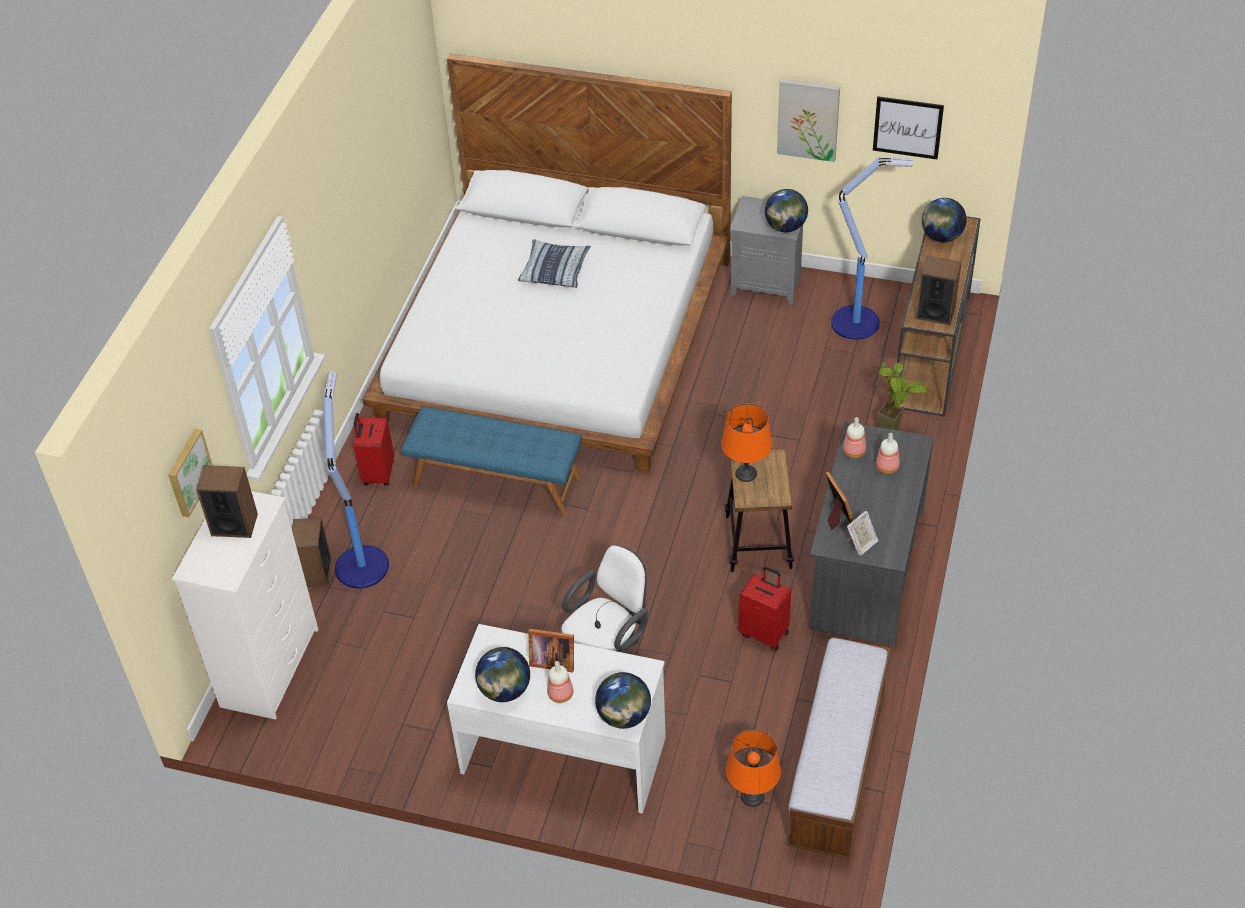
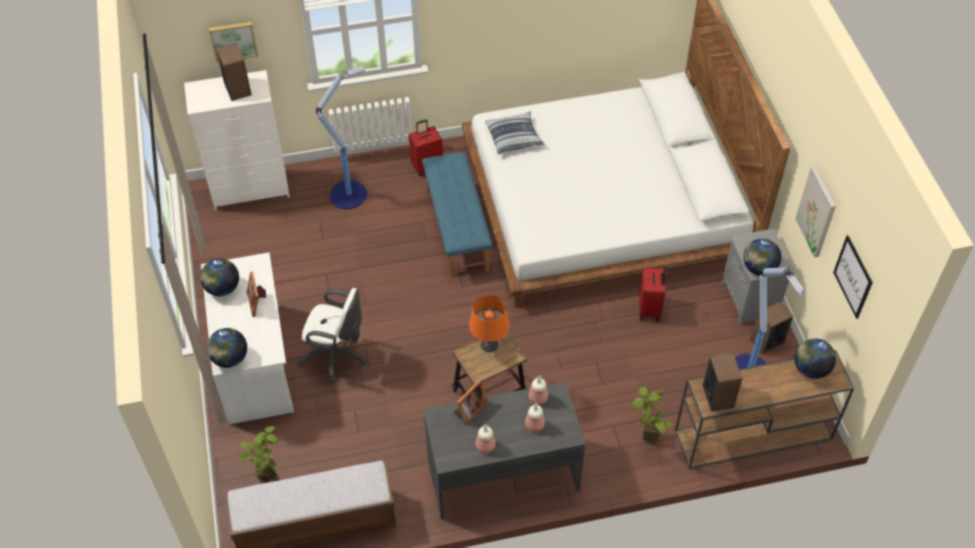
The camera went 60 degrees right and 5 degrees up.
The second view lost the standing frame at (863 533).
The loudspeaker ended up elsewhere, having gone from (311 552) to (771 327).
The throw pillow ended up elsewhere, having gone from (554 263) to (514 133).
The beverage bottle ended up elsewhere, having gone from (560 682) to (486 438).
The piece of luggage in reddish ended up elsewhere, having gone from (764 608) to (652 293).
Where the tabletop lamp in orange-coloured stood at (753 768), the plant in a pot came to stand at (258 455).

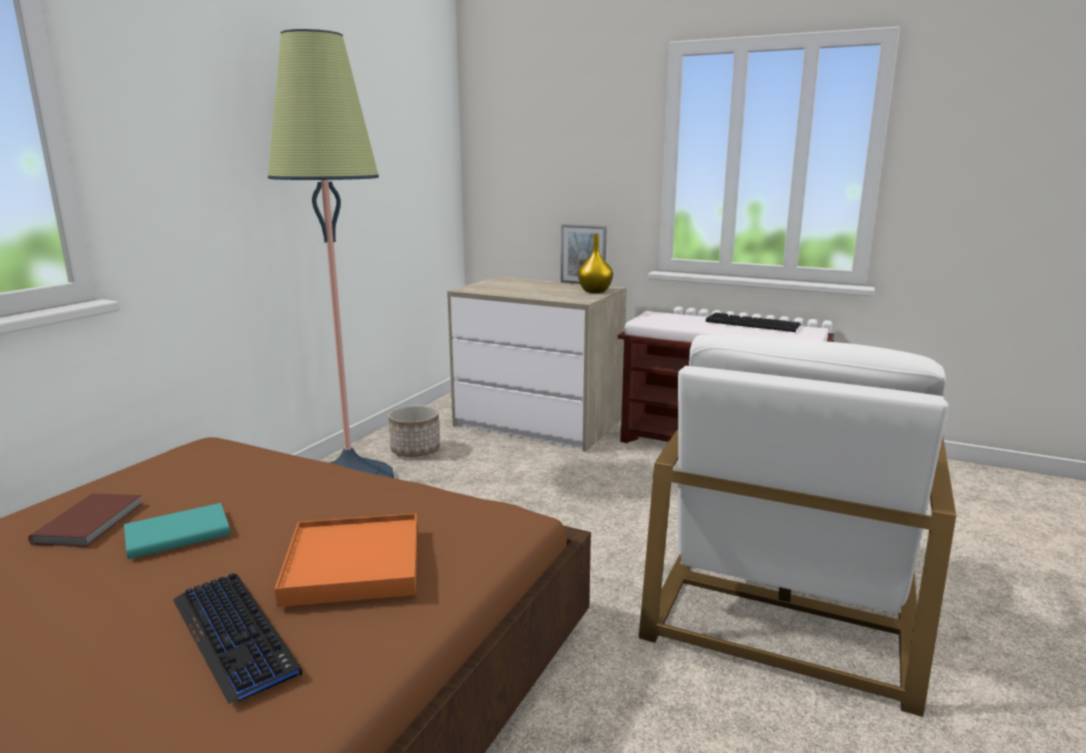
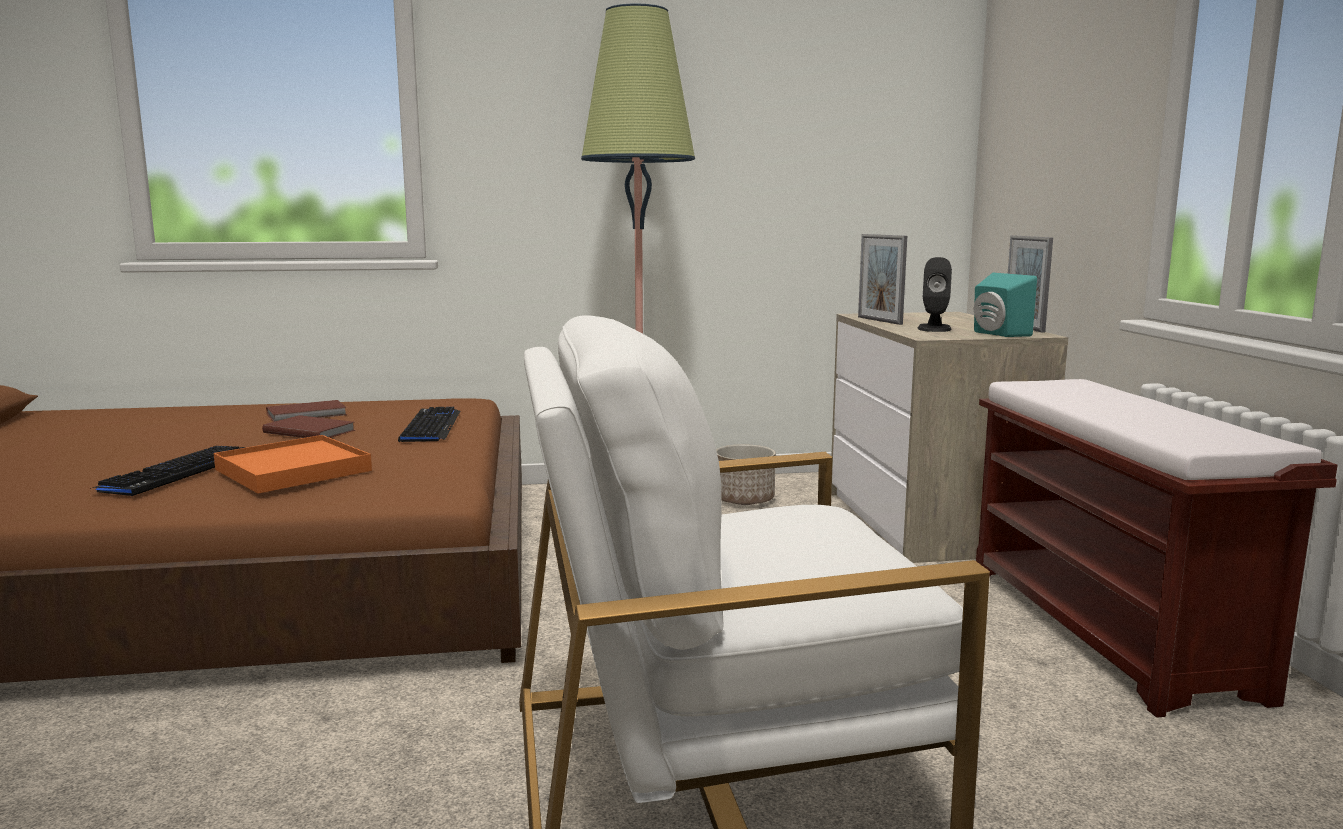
The camera went 55 degrees right and 5 degrees down.
The second view gained the standing frame at (882 279).
The second view gained the loudspeaker in blackish at (935 294).
The keyboard ended up elsewhere, having gone from (754 322) to (429 424).
Where the flower vase in yellow-coloured stood at (595 263), the loudspeaker in turquoise-coloured came to stand at (1005 305).
What was the bound book in turquoise-coloured at (177 531) turned into the bound book in brown-coloured at (308 426).

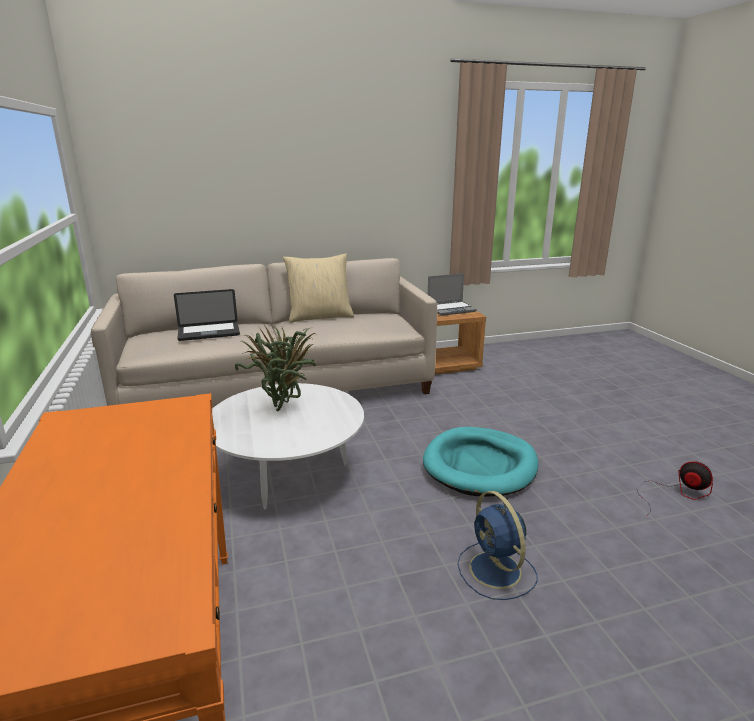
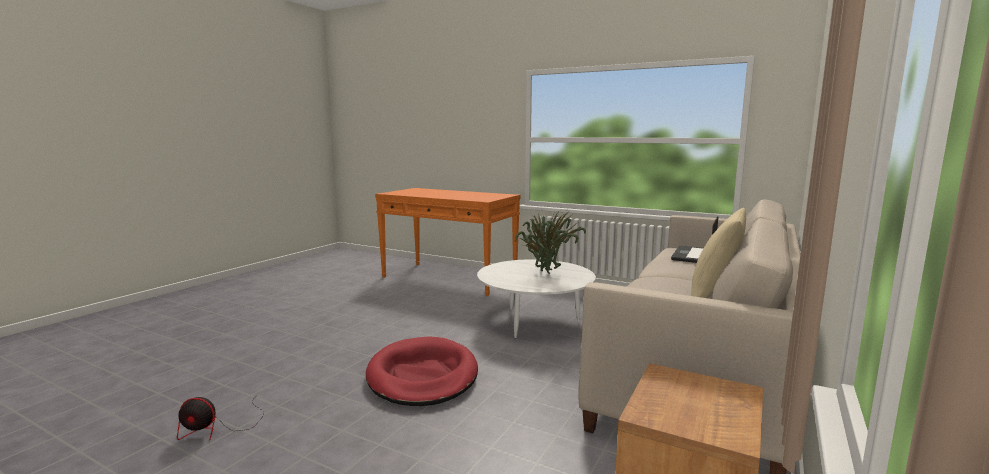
The camera went 135 degrees right and 10 degrees down.
The second view lost the notebook computer at (452 294).
The second view lost the electric fan in bluish at (497 545).
What was the dog cushion in turquoise-coloured at (480 462) turned into the dog cushion in reddish at (422 371).

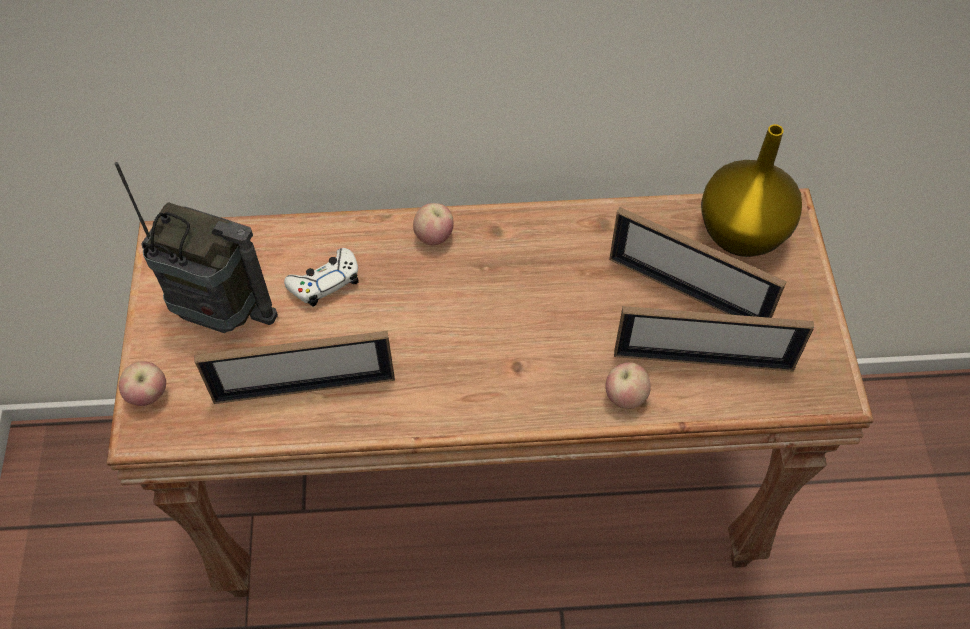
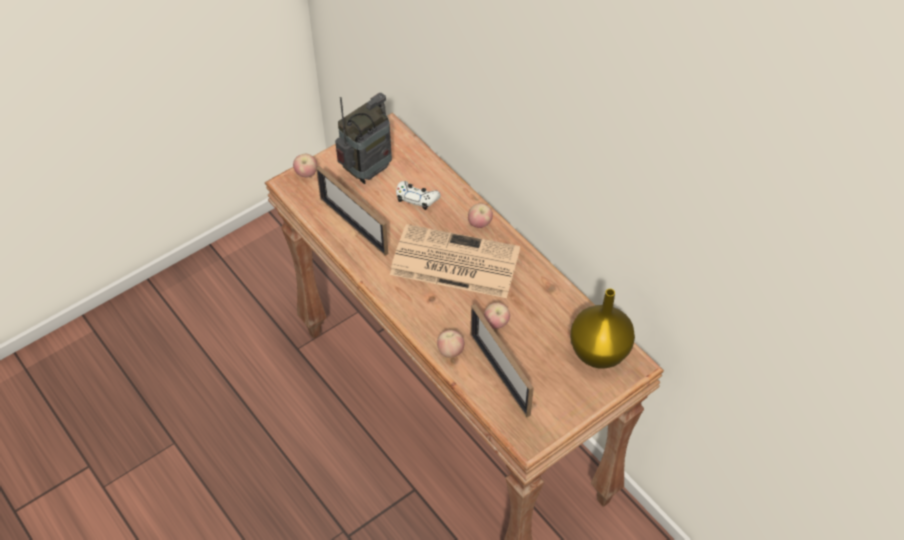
The camera went 55 degrees right and 5 degrees down.
The second view lost the standing frame at (698 262).
The second view gained the printed paper at (455 261).
The second view gained the whole apple at (496 316).
The radio at (196 247) ended up facing another way, 120 degrees counterclockwise from before.

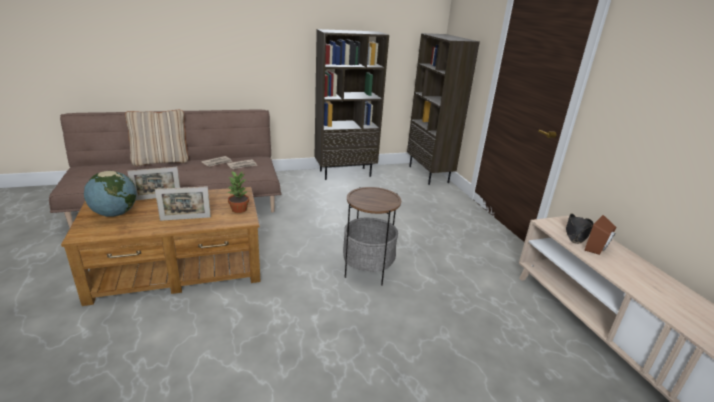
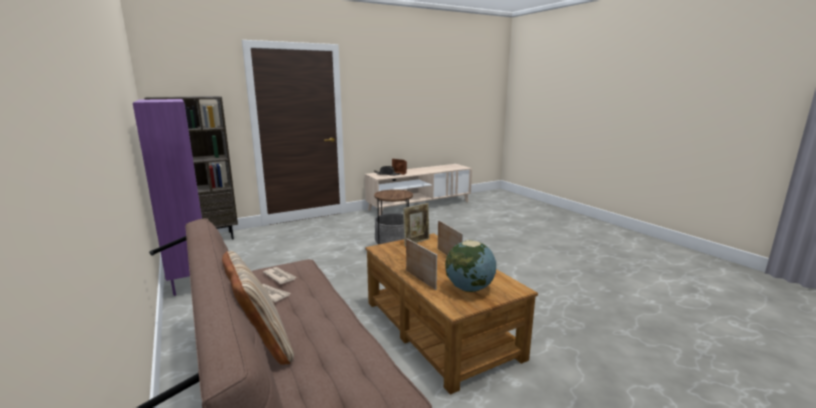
The camera went 100 degrees left and 10 degrees down.
Where the plant in a pot stood at (238 192), the standing frame came to stand at (416 225).
What was the bookcase in brown-coloured at (352 104) turned into the bookcase in purplish at (167 197).

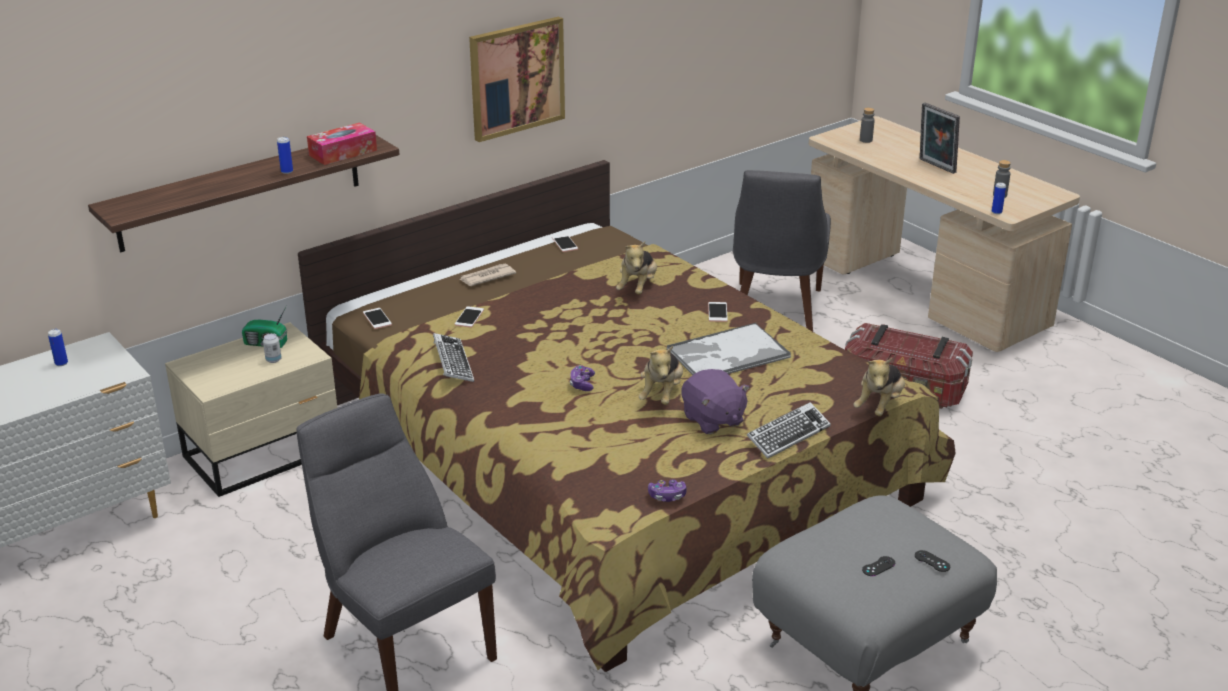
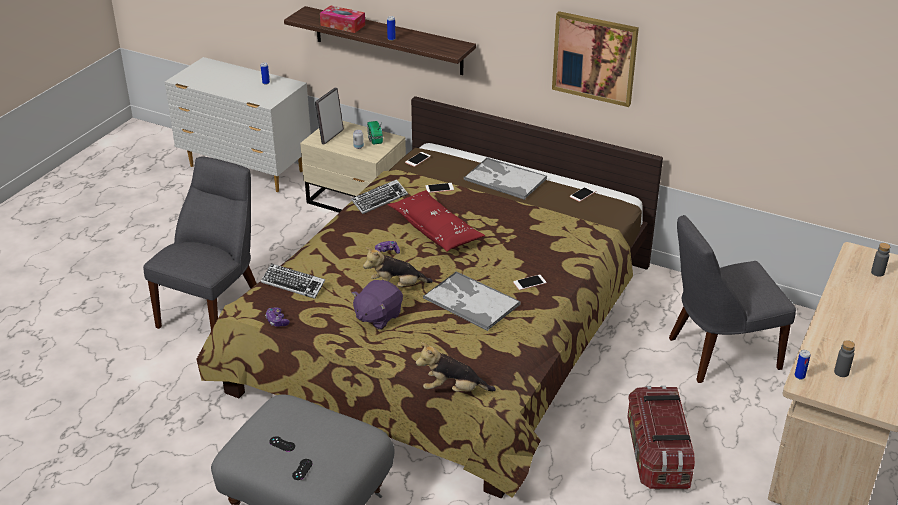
The camera went 65 degrees right and 5 degrees up.
The second view lost the plush toy at (636 268).
The second view gained the throw pillow in reddish at (436 221).
The tissue holder ended up elsewhere, having gone from (342 143) to (342 19).
The keyboard ended up elsewhere, having gone from (789 430) to (293 281).
The standing frame ended up elsewhere, having gone from (940 138) to (329 116).
Where the printed paper stood at (487 275), the tray came to stand at (505 178).

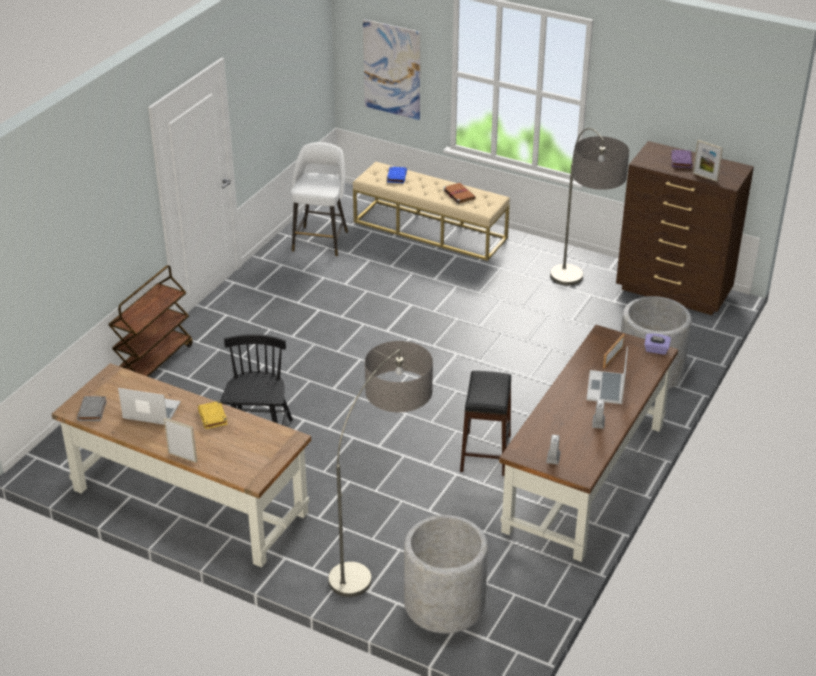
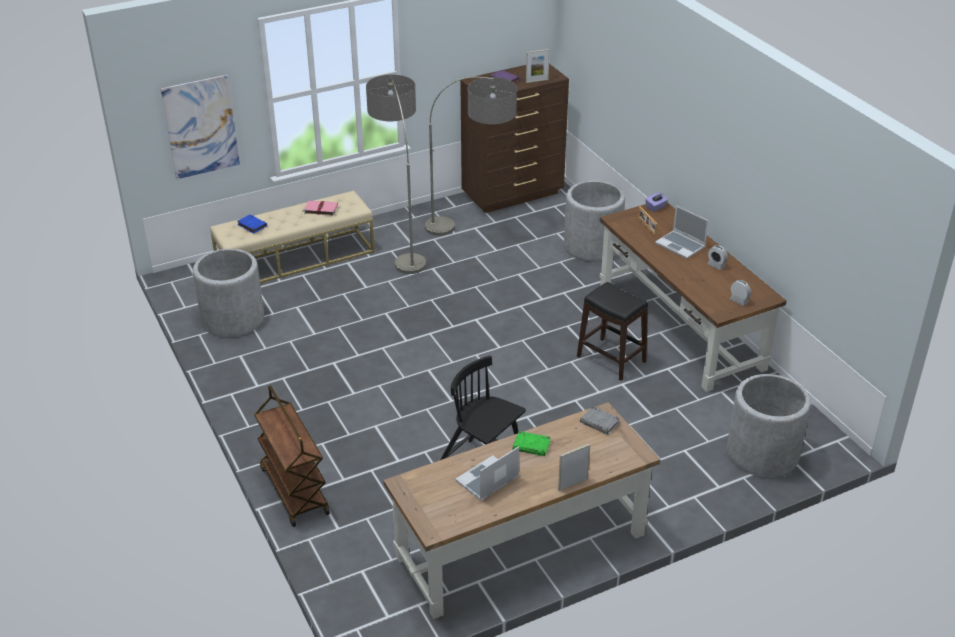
The camera went 55 degrees left and 0 degrees up.
The bound book in grey ended up elsewhere, having gone from (92 408) to (600 420).
The standard lamp ended up elsewhere, having gone from (380 469) to (396 174).
Where the stool in white-coloured stood at (319 199), the flower pot in grey came to stand at (228 293).
What was the bound book in yellow-coloured at (213 415) turned into the bound book in greenish at (532 443).
What was the bound book in brown-coloured at (459 193) turned into the bound book in pink at (320 208).

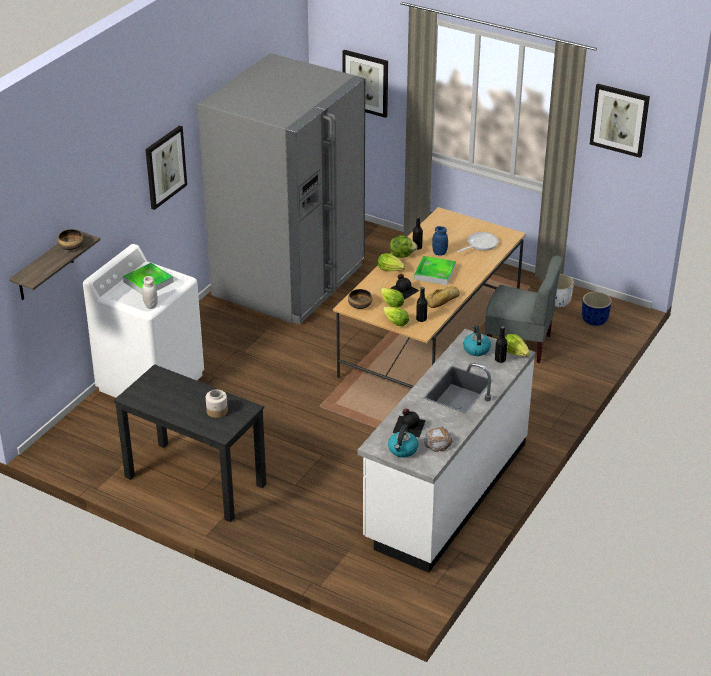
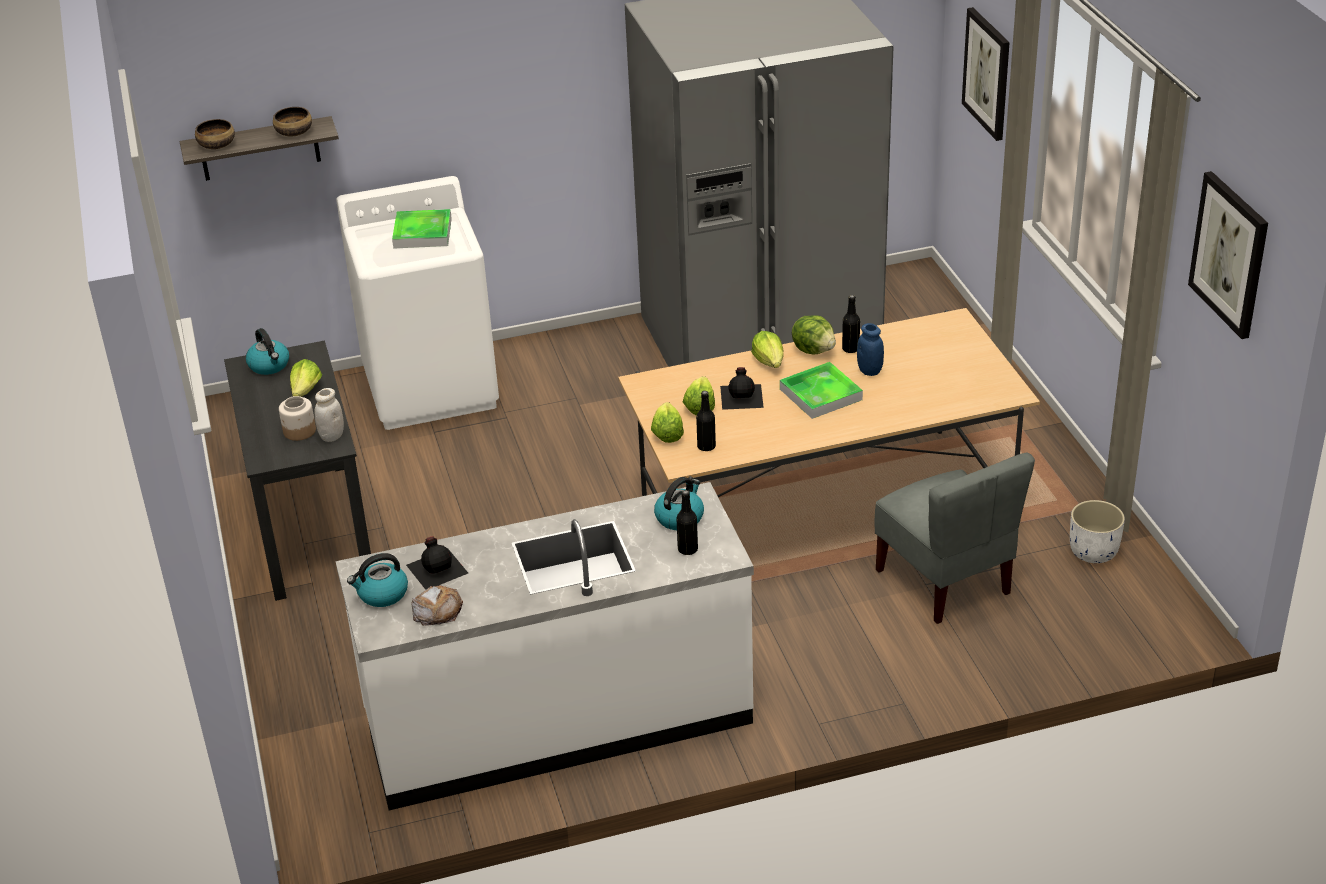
The camera went 45 degrees right and 0 degrees up.
The second view lost the picture at (166 168).
The second view lost the bakery bread at (443 297).
The second view lost the skillet at (478 242).
The second view lost the flower pot in bluish at (597 309).
The second view gained the water kettle at (267 351).
The storage jar in white-coloured ended up elsewhere, having gone from (150 292) to (329 415).
The deep dish ended up elsewhere, having gone from (360 299) to (215 134).
The lettuce ended up elsewhere, having gone from (517 345) to (306 378).

